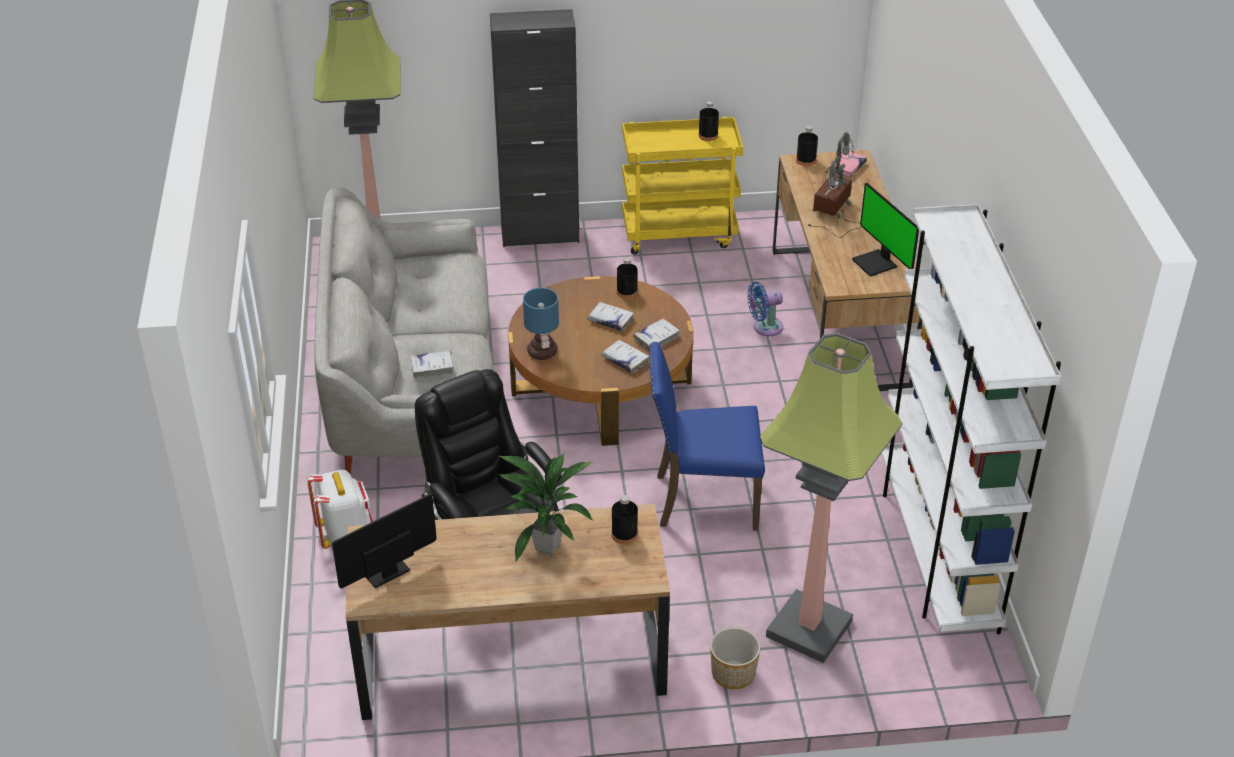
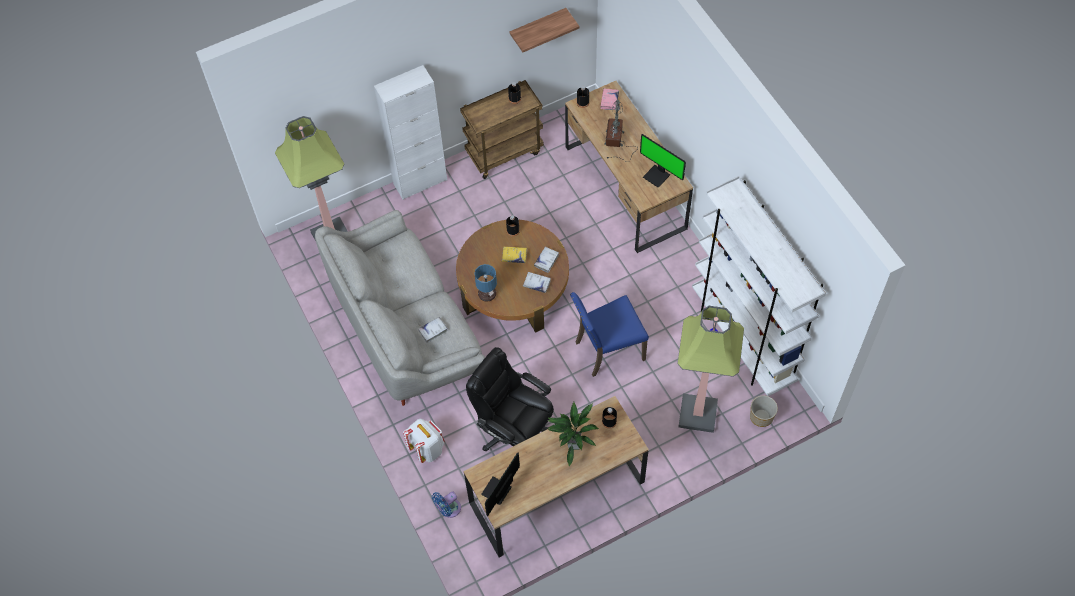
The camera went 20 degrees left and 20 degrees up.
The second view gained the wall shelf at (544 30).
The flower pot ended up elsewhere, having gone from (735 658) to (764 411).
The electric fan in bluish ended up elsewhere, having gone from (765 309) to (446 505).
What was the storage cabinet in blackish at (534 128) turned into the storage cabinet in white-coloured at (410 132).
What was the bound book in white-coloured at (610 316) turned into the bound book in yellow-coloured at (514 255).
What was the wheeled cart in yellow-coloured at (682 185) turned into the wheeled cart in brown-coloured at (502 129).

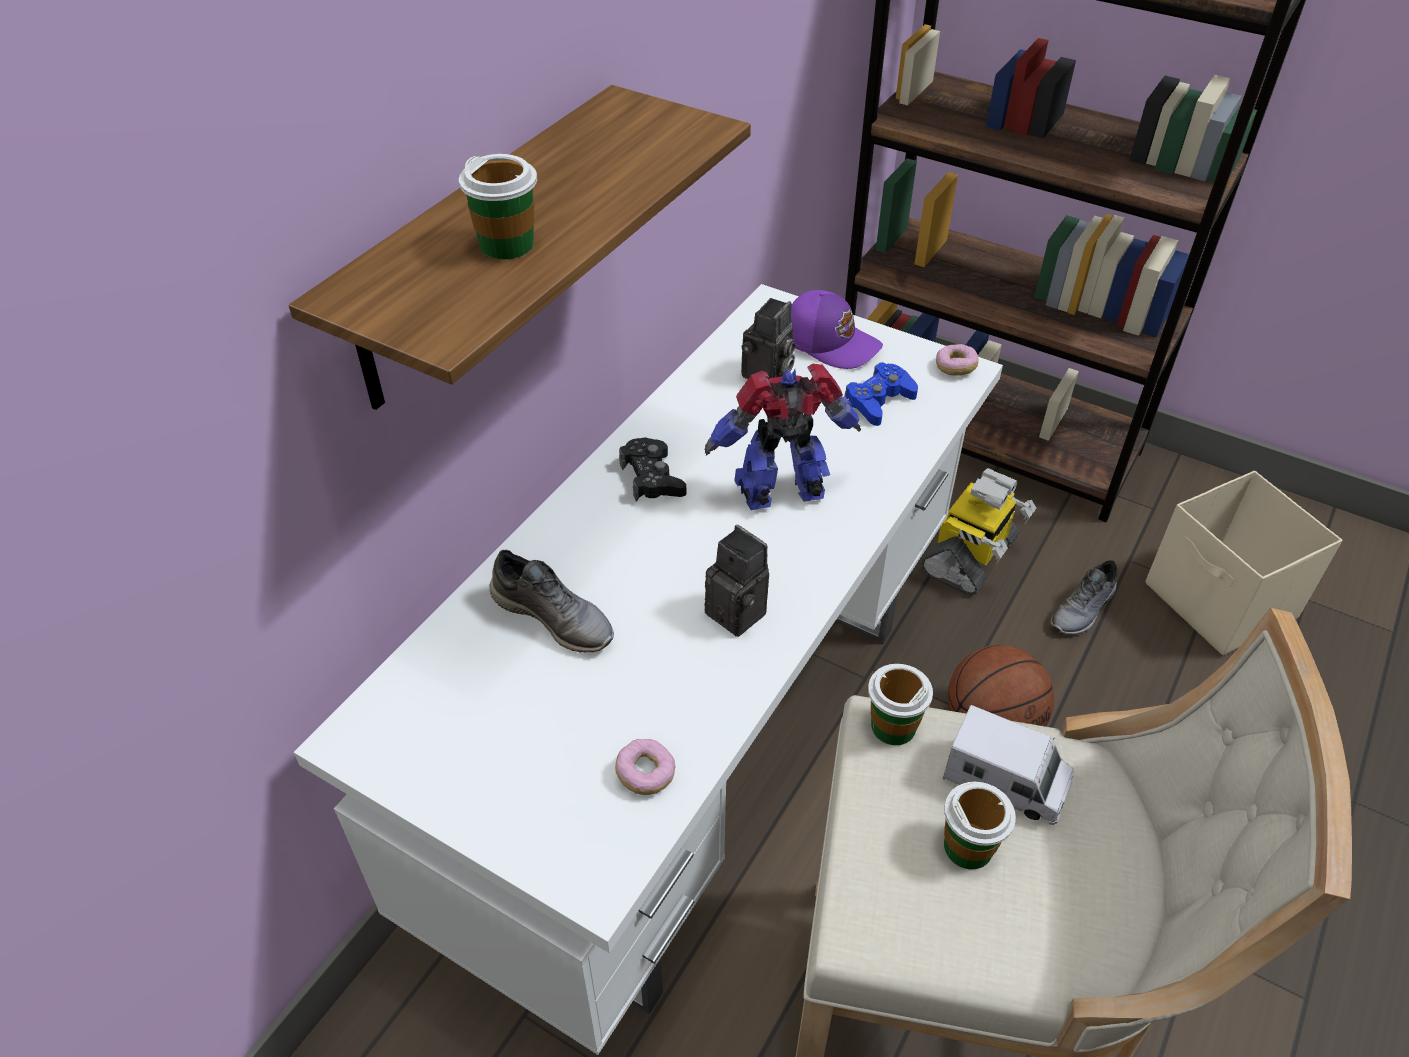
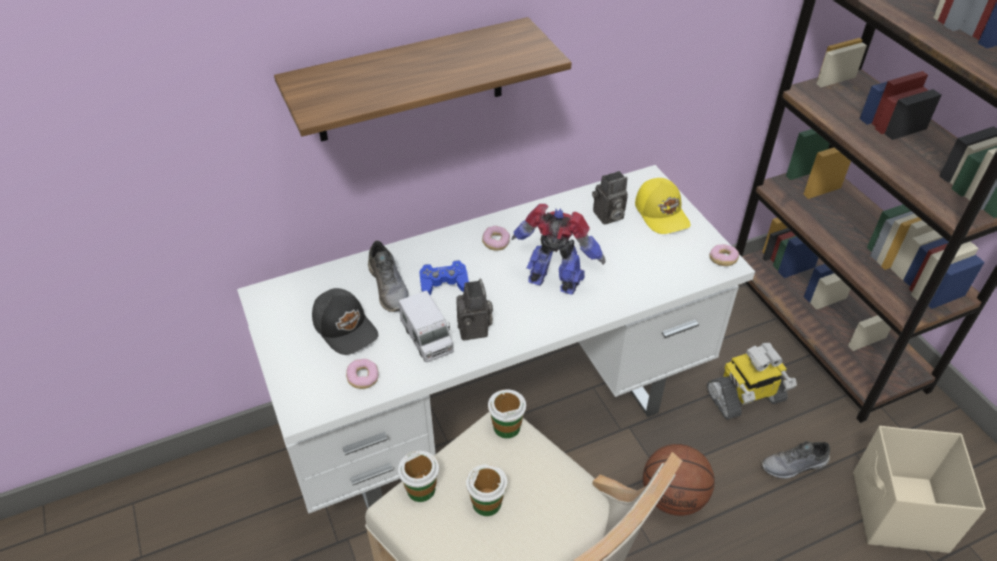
The camera went 35 degrees right and 0 degrees up.
The second view gained the peaked cap in blackish at (345 321).
The small cup ended up elsewhere, having gone from (498 206) to (418 476).
The joypad in bluish ended up elsewhere, having gone from (881 394) to (444 277).
The model truck ended up elsewhere, having gone from (1008 765) to (426 326).
Where the joypad in blackish stood at (652 469), the doughnut came to stand at (496 238).
What was the peaked cap in purplish at (837 329) turned into the peaked cap in yellow-coloured at (663 206).

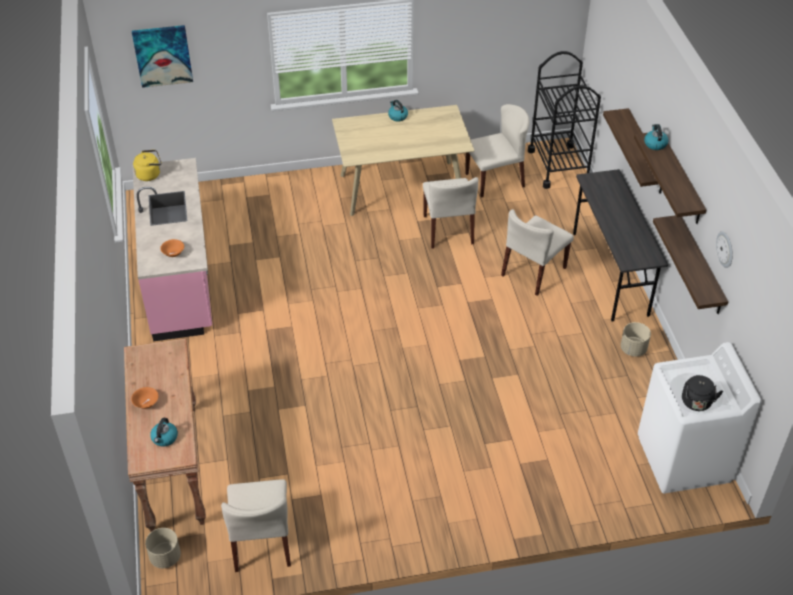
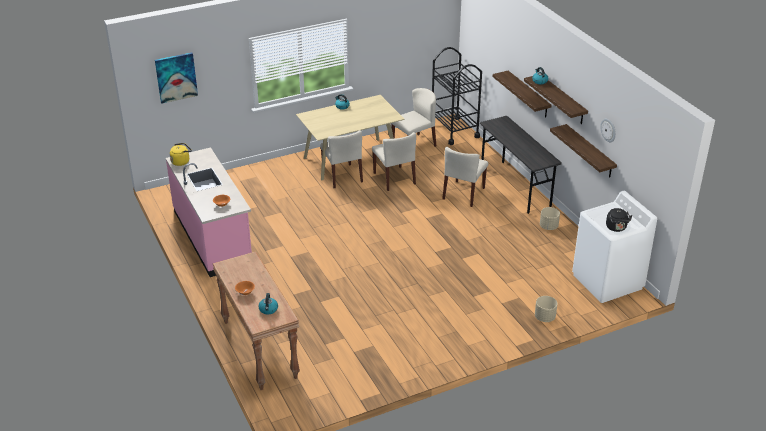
The camera went 15 degrees left and 10 degrees down.
The flower pot in beige-coloured ended up elsewhere, having gone from (163 548) to (546 309).
The upright chair in beige-coloured ended up elsewhere, having gone from (256 525) to (341 159).

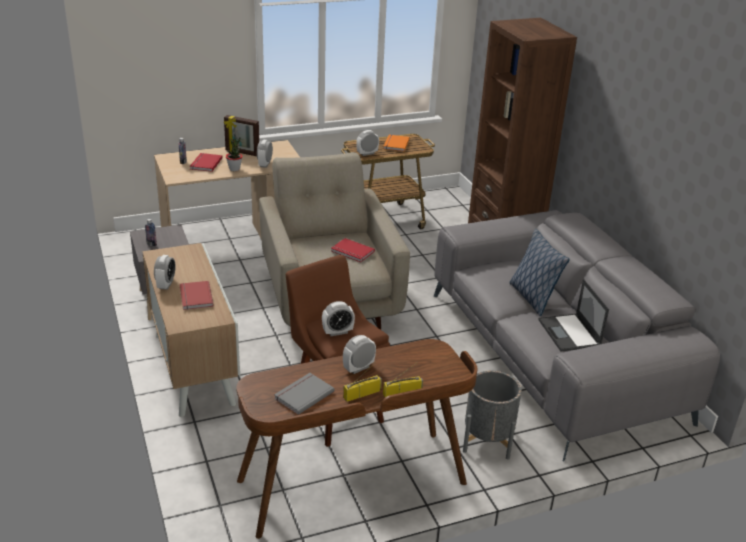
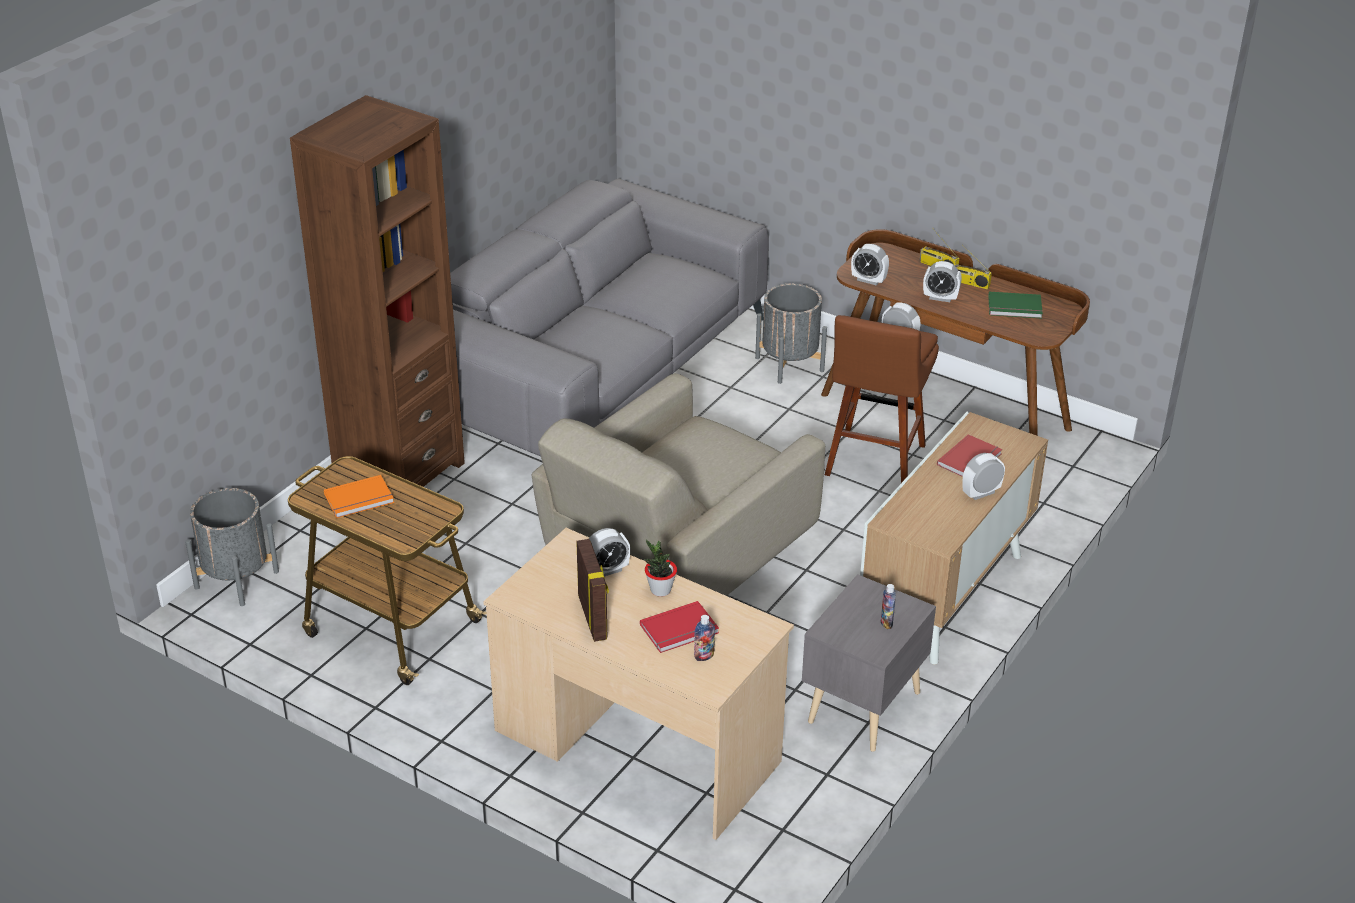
The camera went 125 degrees left and 5 degrees up.
The second view lost the bound book in reddish at (353 250).
The second view lost the throw pillow at (539 272).
The second view lost the notebook computer at (574 315).
The second view gained the flower pot in grey at (232 547).
The table clock ended up elsewhere, having gone from (367 143) to (870 264).
What was the bound book in grey at (304 394) turned into the bound book in greenish at (1015 305).

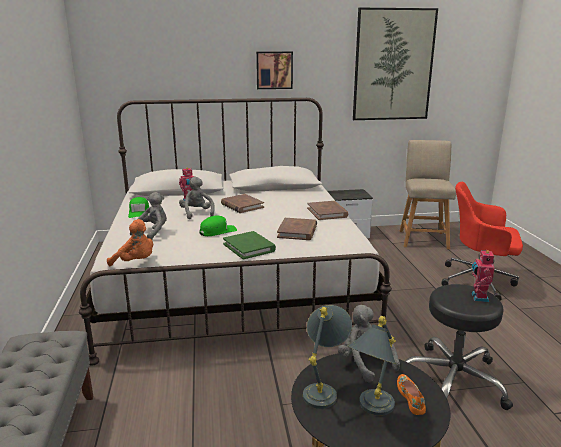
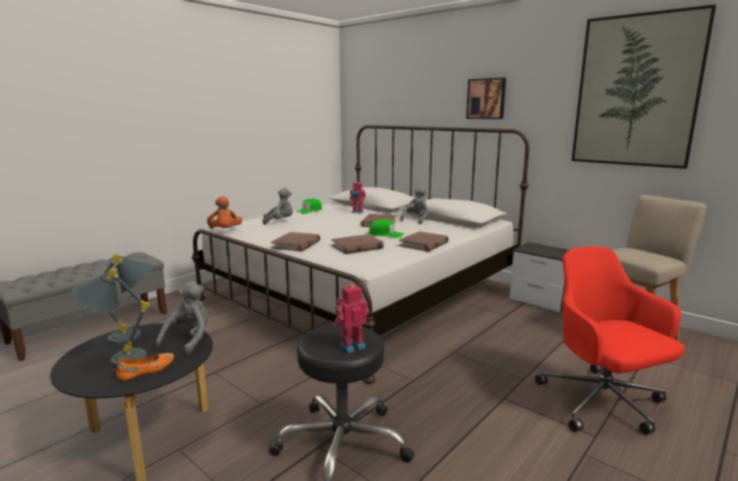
The camera went 50 degrees right and 5 degrees down.
The plush toy in grey ended up elsewhere, having gone from (197 198) to (414 205).
The peaked cap in greenish ended up elsewhere, having gone from (218 226) to (386 228).
What was the bound book in greenish at (249 245) turned into the bound book in brown-coloured at (296 241).

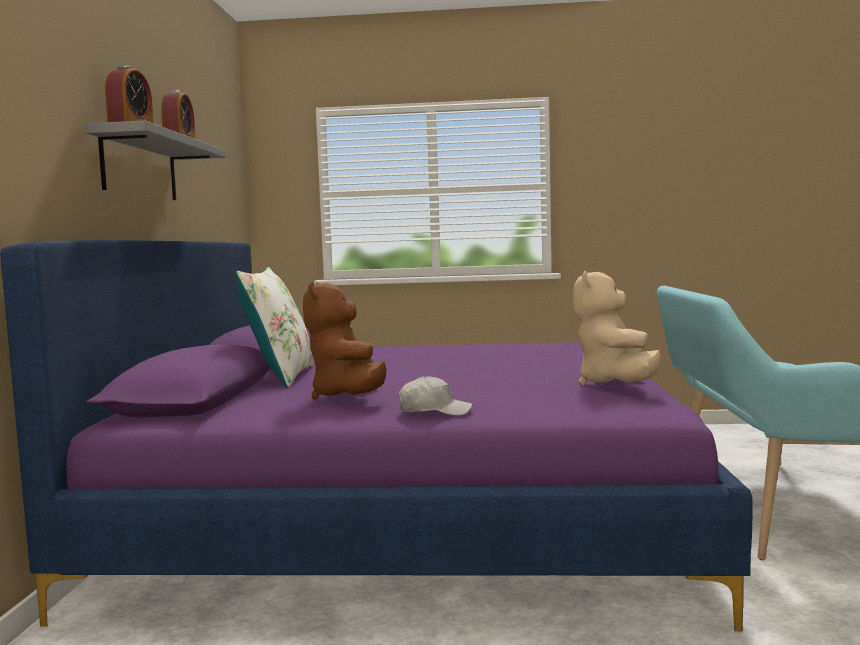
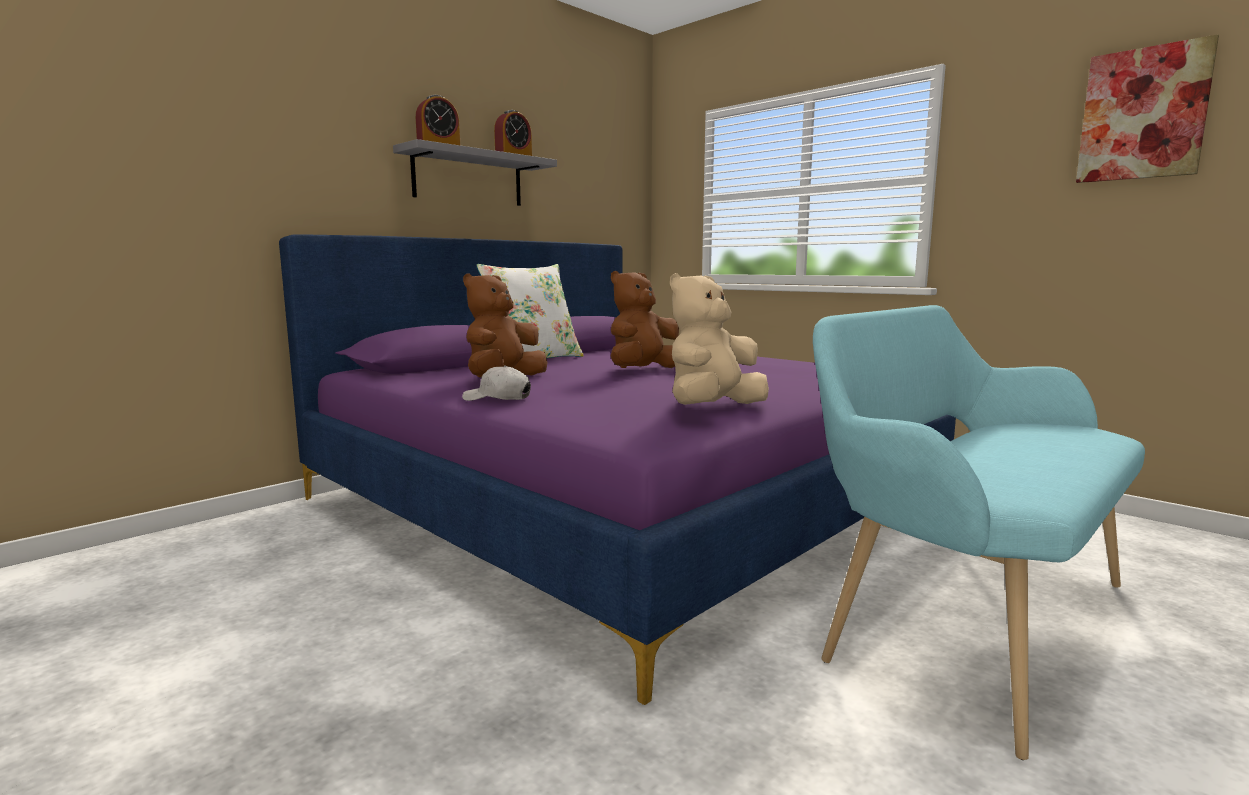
The camera went 40 degrees right and 5 degrees up.
The second view gained the plush toy in brown-coloured at (645 319).
The second view gained the picture at (1147 108).
The peaked cap in white-coloured at (435 396) ended up facing another way, 150 degrees clockwise from before.

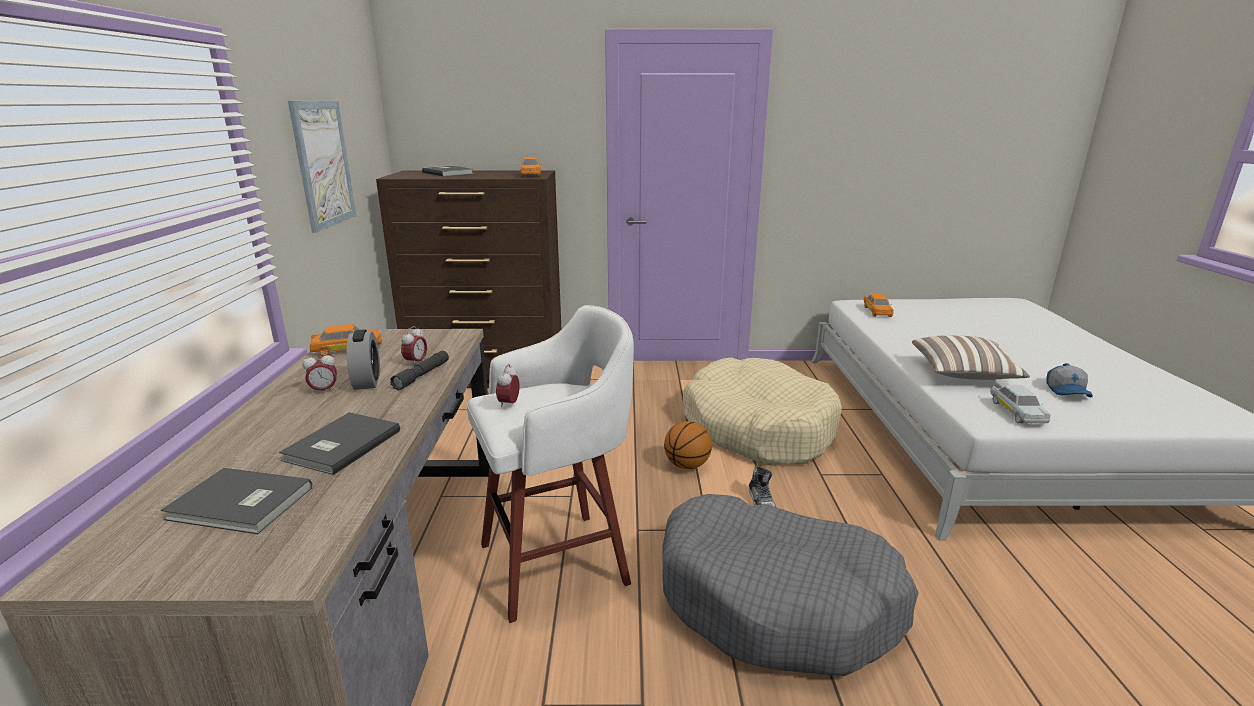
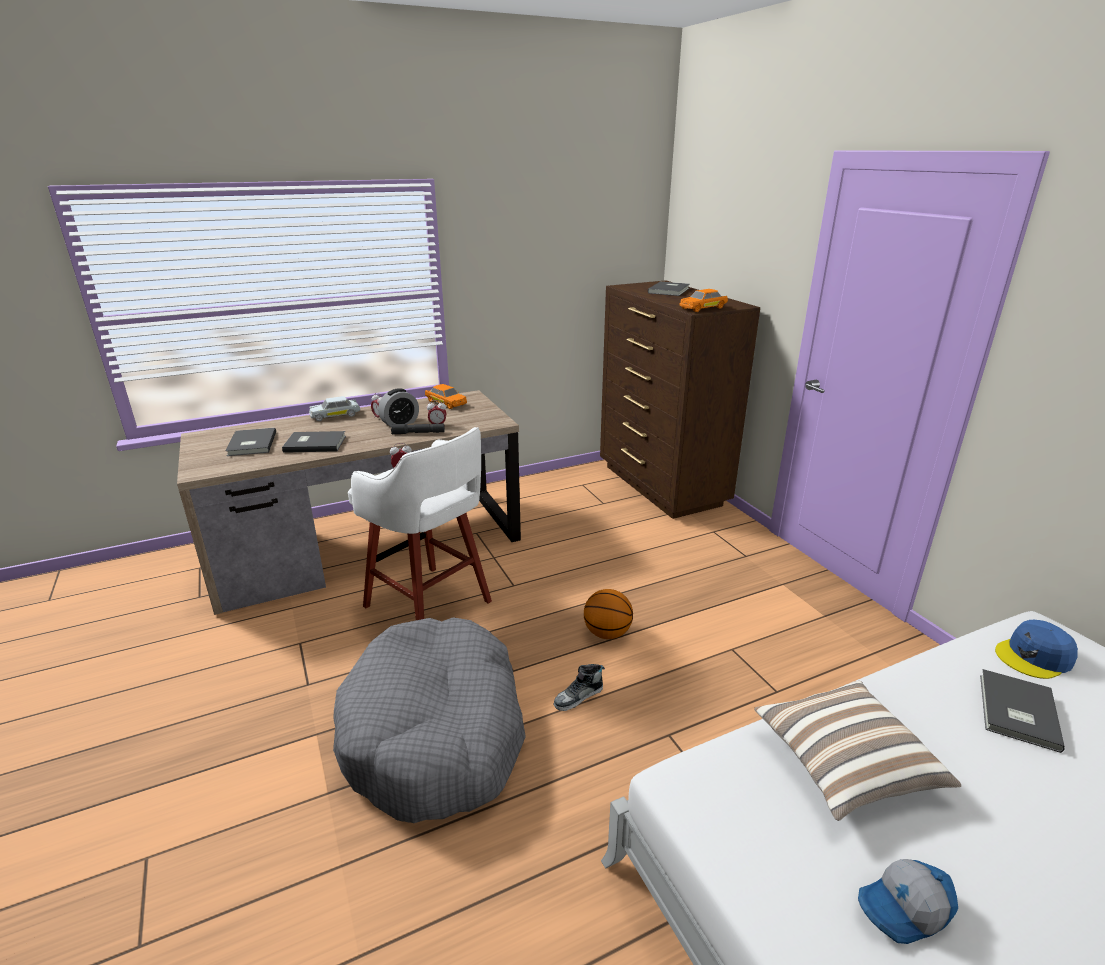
The camera went 65 degrees right and 5 degrees up.
The second view lost the picture at (322 167).
The second view lost the dog cushion in beige-coloured at (762 411).
The second view gained the bound book in grey at (1022 711).
The model car in white-coloured ended up elsewhere, having gone from (1020 404) to (334 408).
Where the model car in orange-coloured stood at (879 305), the peaked cap in bluish came to stand at (1036 649).

